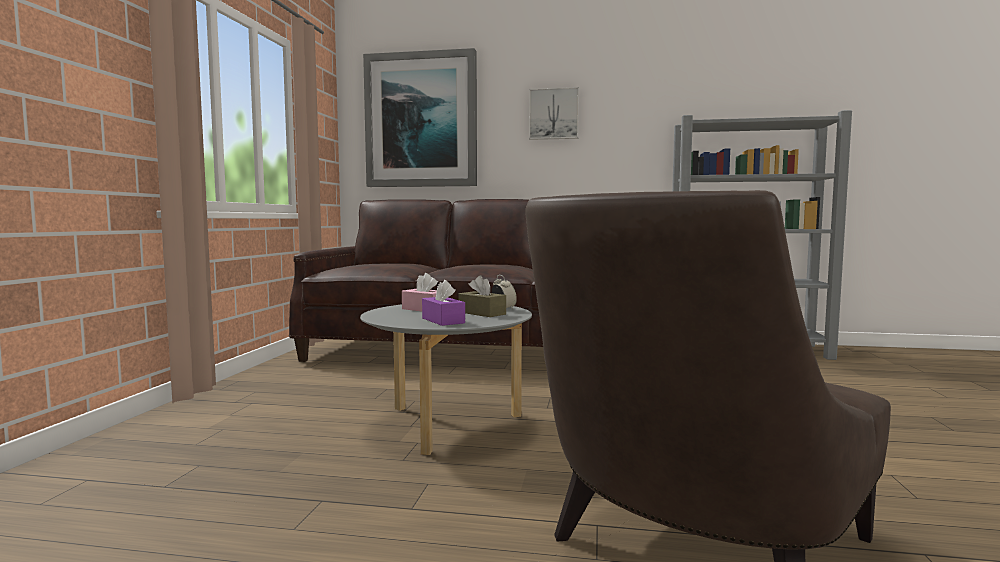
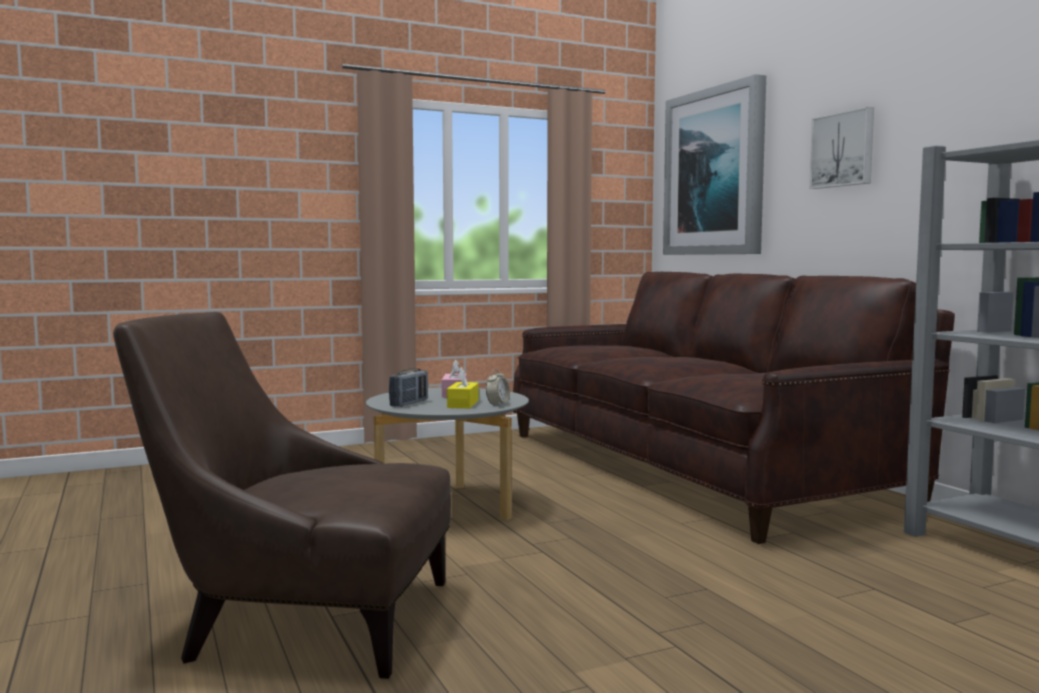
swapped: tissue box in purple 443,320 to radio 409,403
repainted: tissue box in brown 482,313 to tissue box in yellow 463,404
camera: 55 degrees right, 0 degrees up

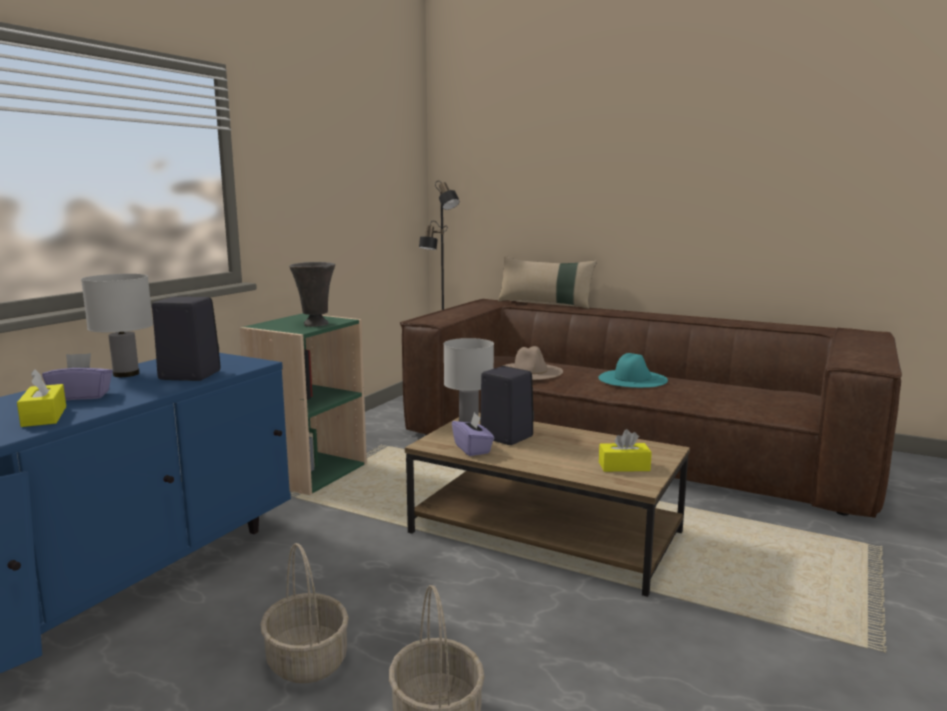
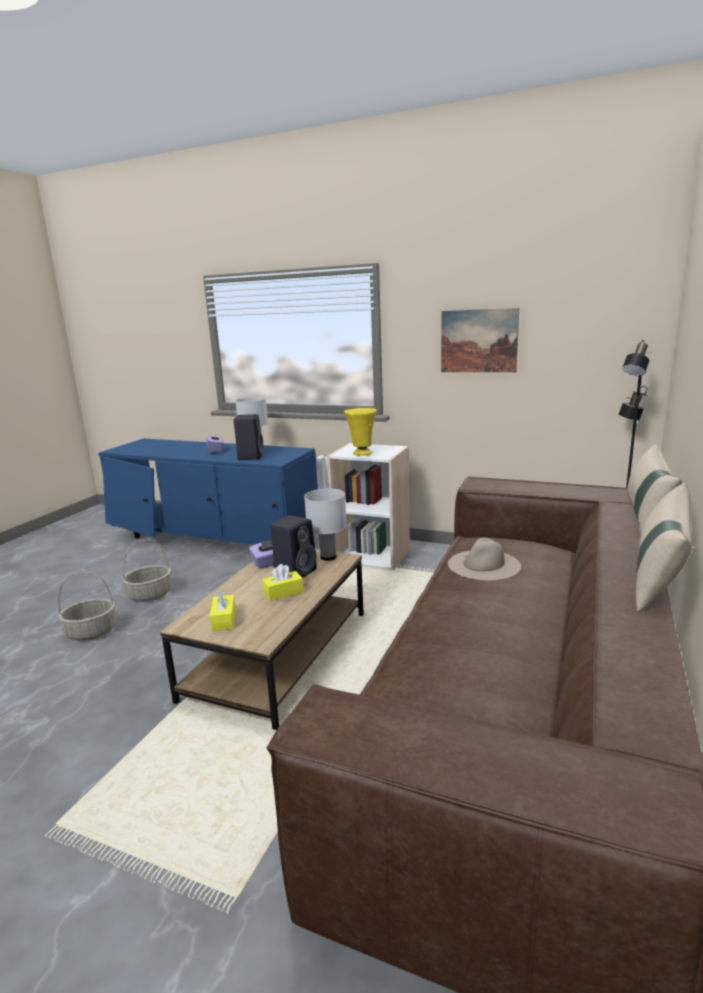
gone: hat in turquoise 632,378
new: picture 478,341; pillow in beige 658,578
shifted: tissue box in yellow 44,416 to 283,592
repainted: bookcase in green 310,471 to bookcase in white 373,555; vase in grey 315,325 to vase in yellow 361,453
camera: 85 degrees right, 5 degrees up

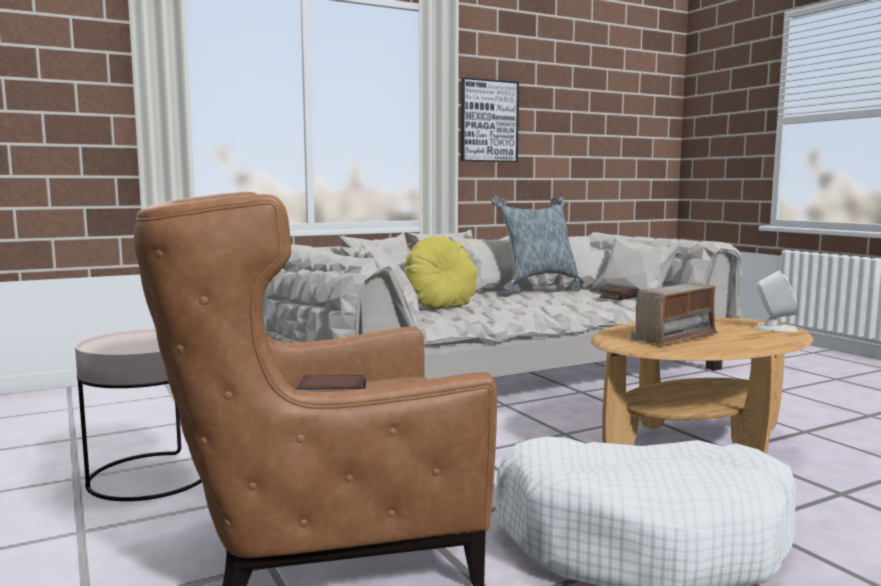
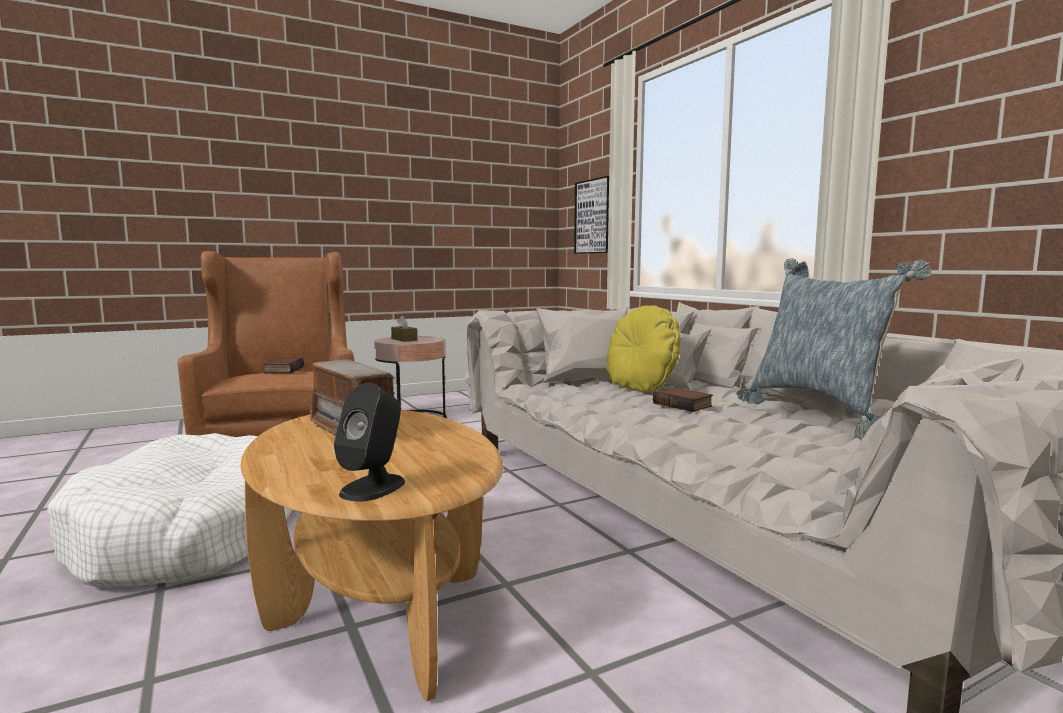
new: tissue box in brown 404,339
shifted: picture 488,121 to 594,216; book 618,297 to 684,405
repainted: speaker in white 775,328 to speaker in black 373,487
camera: 90 degrees right, 0 degrees up

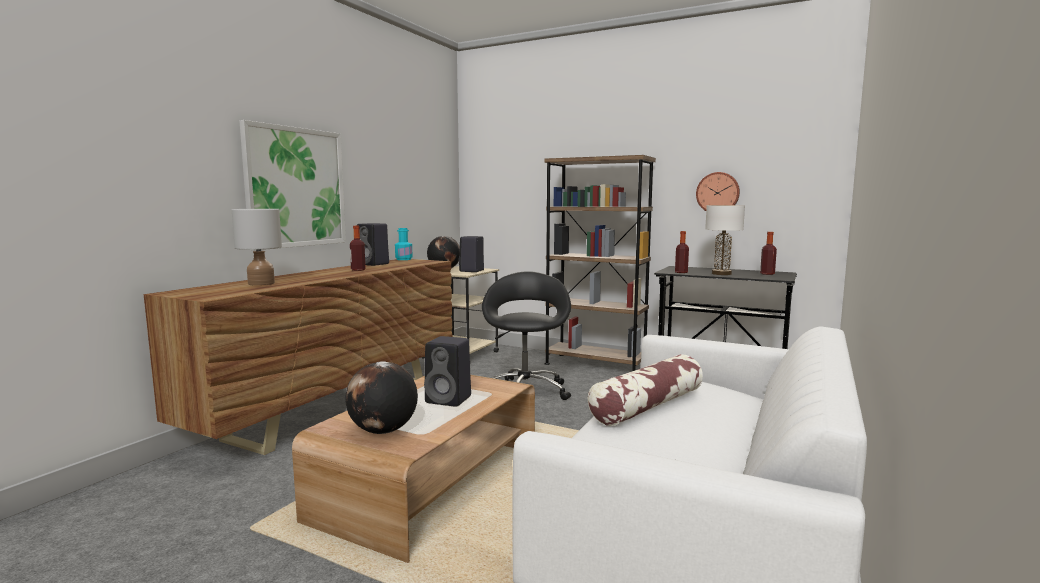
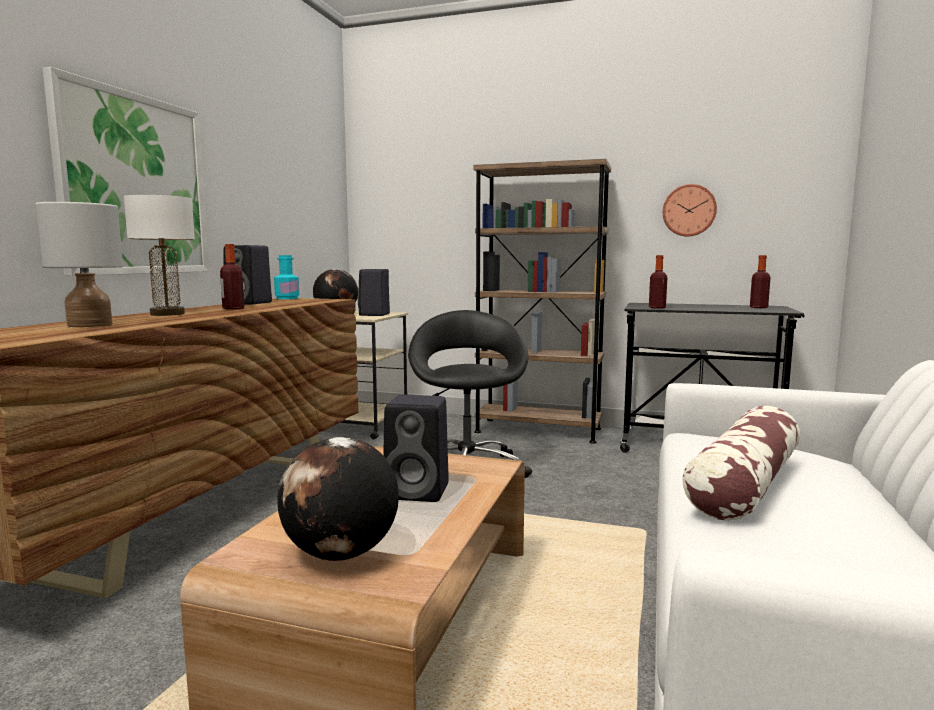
shifted: table lamp 721,274 to 167,314
camera: 10 degrees left, 0 degrees up

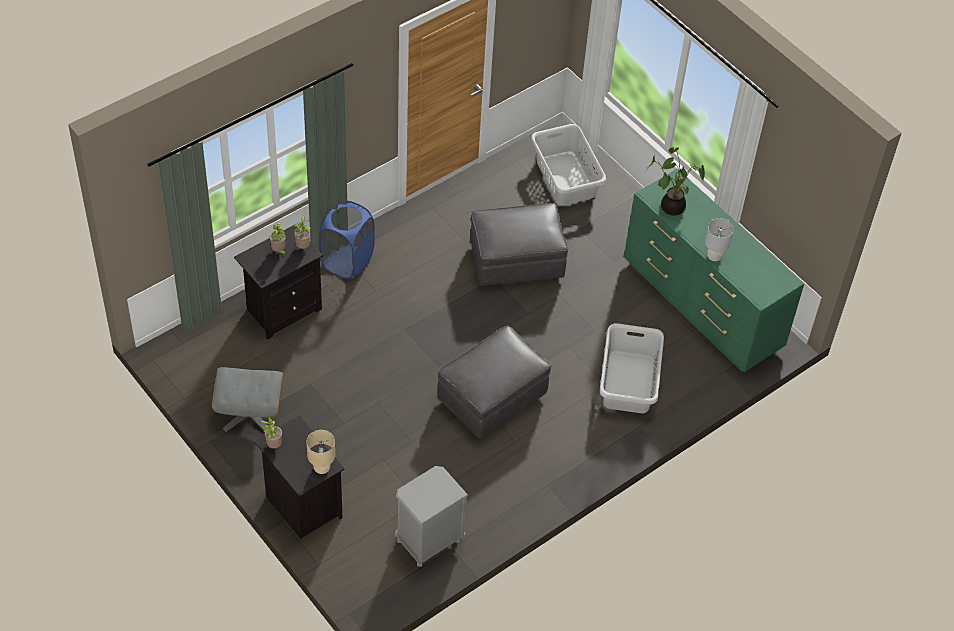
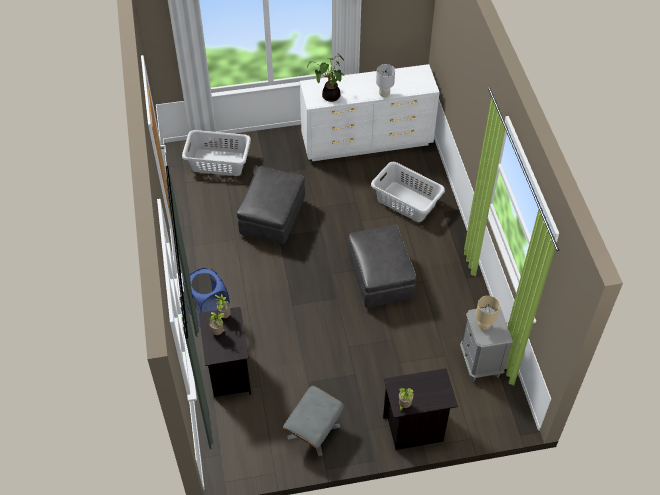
shifted: table lamp in beige 321,468 to 483,326
repainted: dresser in green 702,306 to dresser in white 367,141
camera: 60 degrees left, 0 degrees up

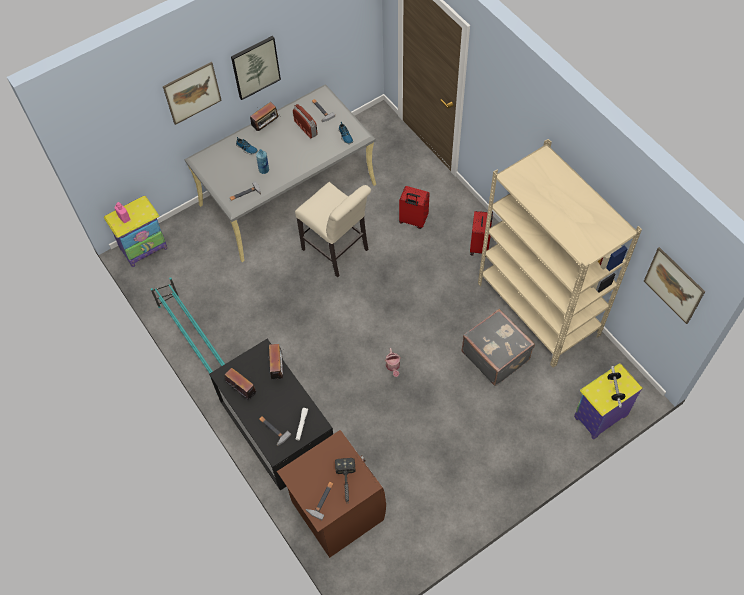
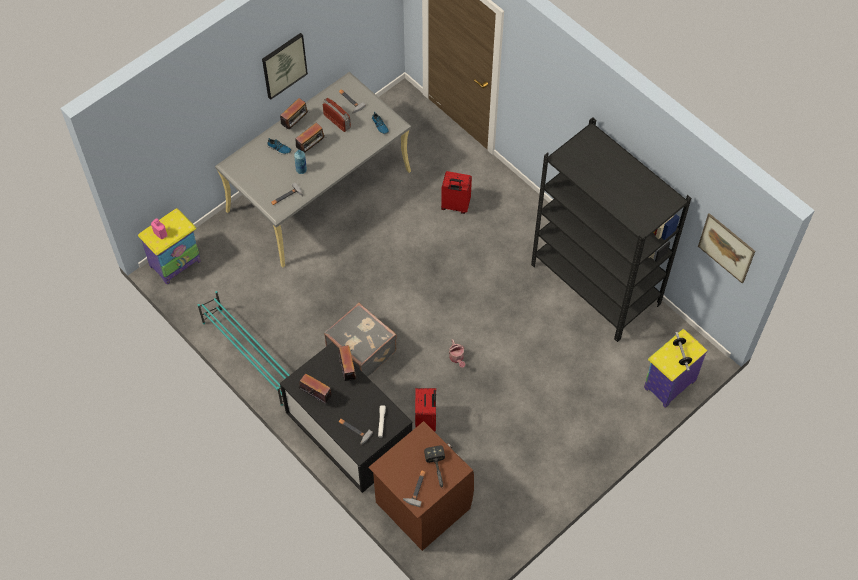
gone: picture 192,93; stool in beige 337,252
new: radio 311,147
shifted: suitcase in grey 496,355 to 362,350; suitcase in red 480,246 to 426,421
repainted: bookcase in beige 538,309 to bookcase in black 595,284
camera: 10 degrees left, 0 degrees up

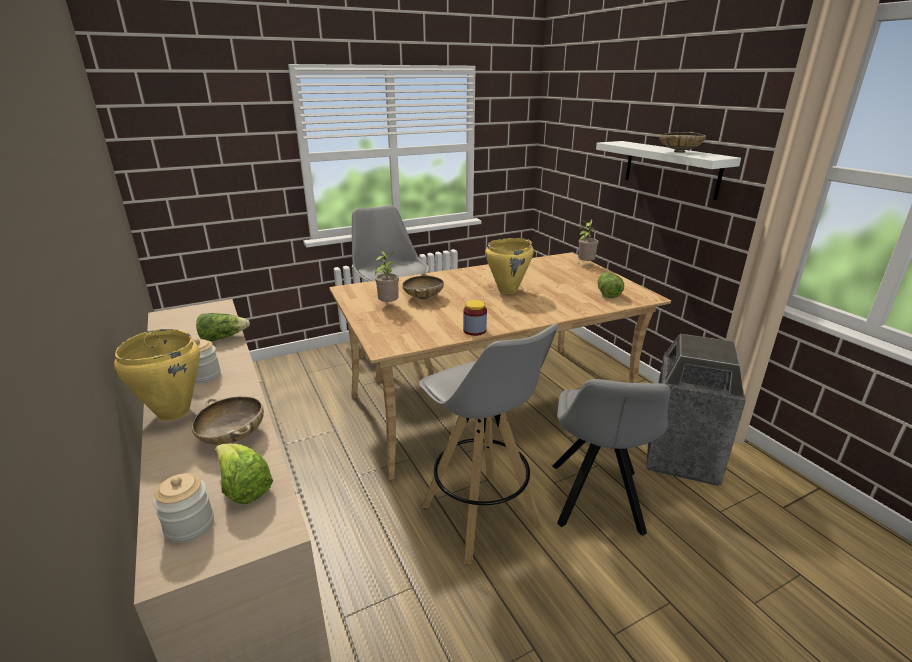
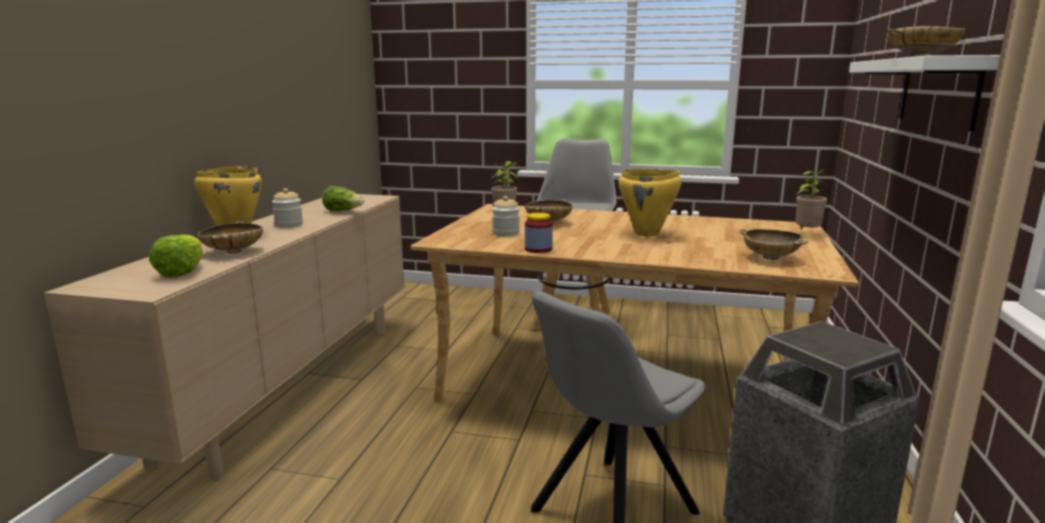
gone: stool in grey 481,517
shifted: jar 190,526 to 506,233
swapped: lettuce 607,293 to bowl in beige 770,258
camera: 40 degrees right, 10 degrees down

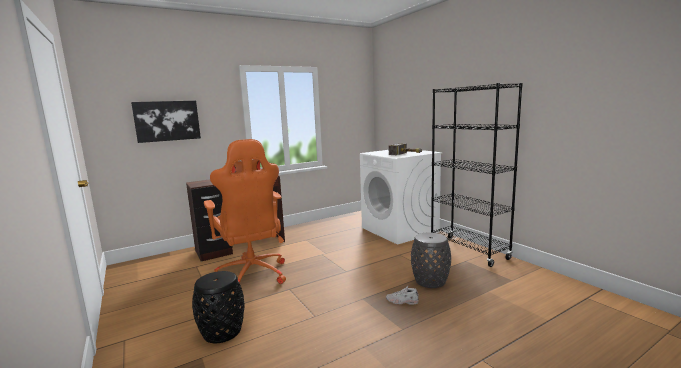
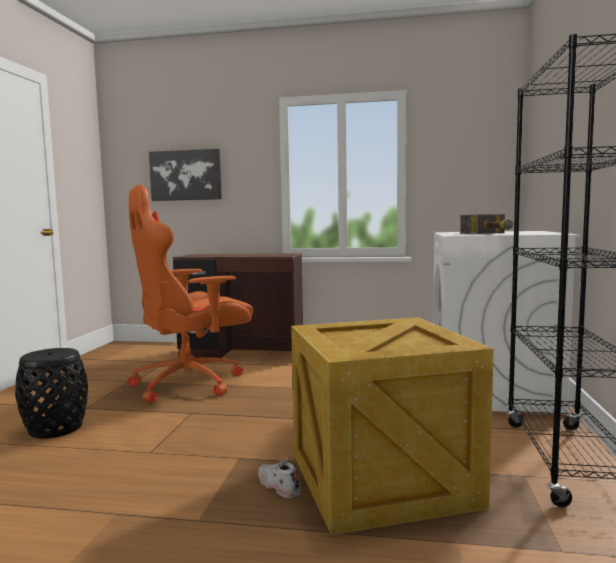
swapped: stool in grey 430,281 to crate 382,478
rotated: office chair in orange 251,272 = 195,383 45 degrees clockwise
camera: 40 degrees right, 5 degrees down

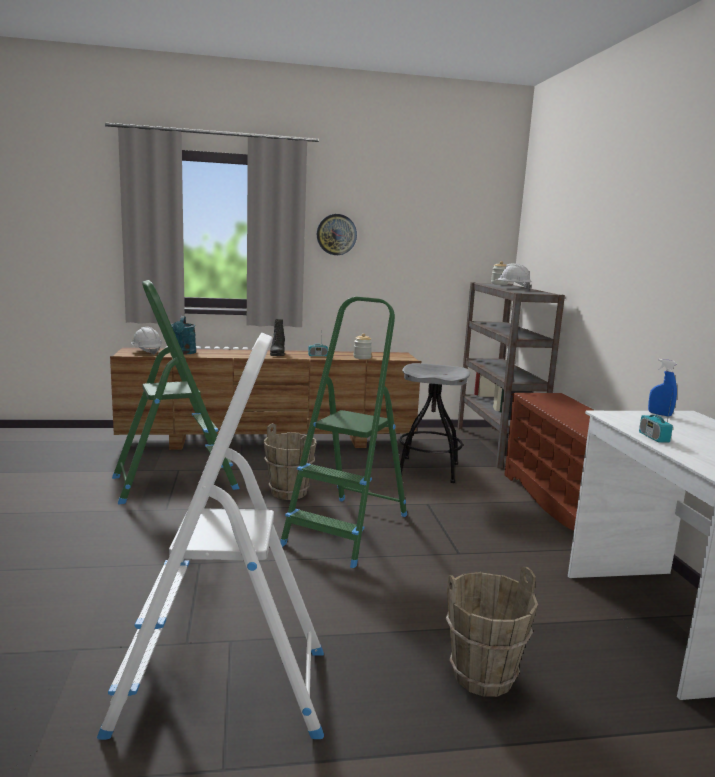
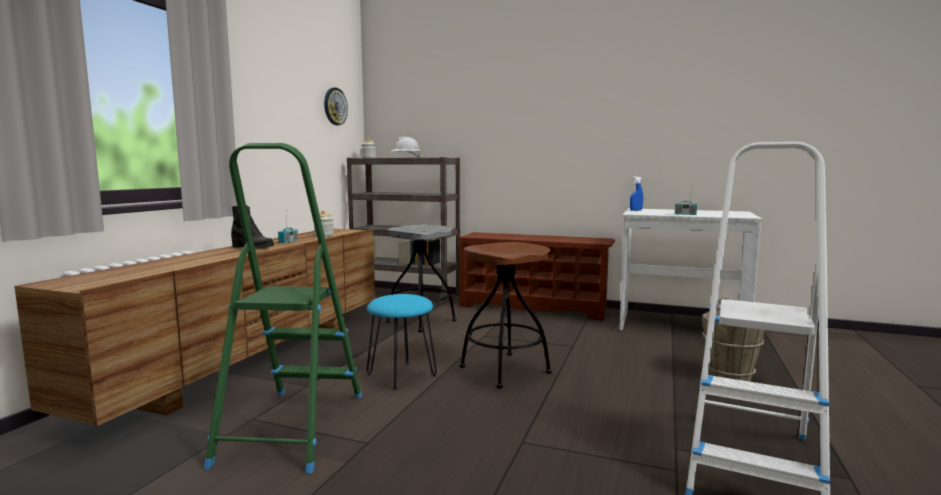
gone: hard hat in white 146,352; watering can in turquoise 183,353
shifted: wall clock 336,234 to 335,106
swapped: bucket in brown 289,492 to stool in turquoise 401,375; step ladder in green 346,530 to stool in brown 505,369
camera: 60 degrees left, 5 degrees down

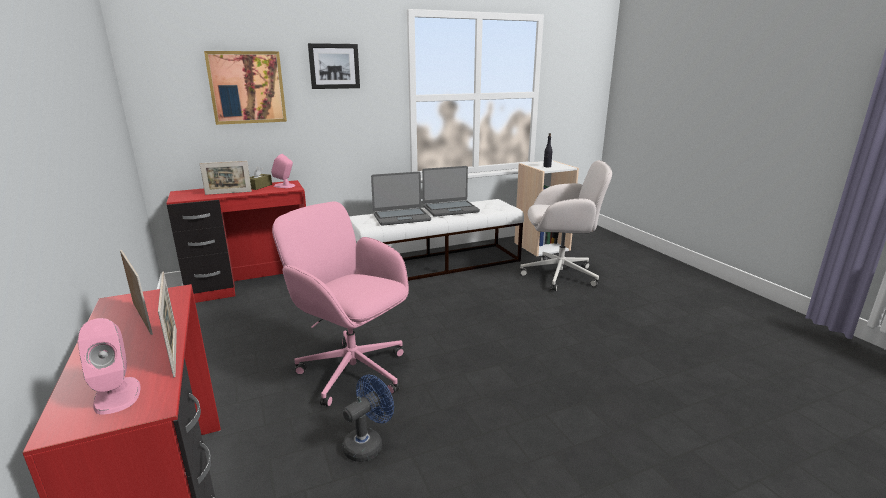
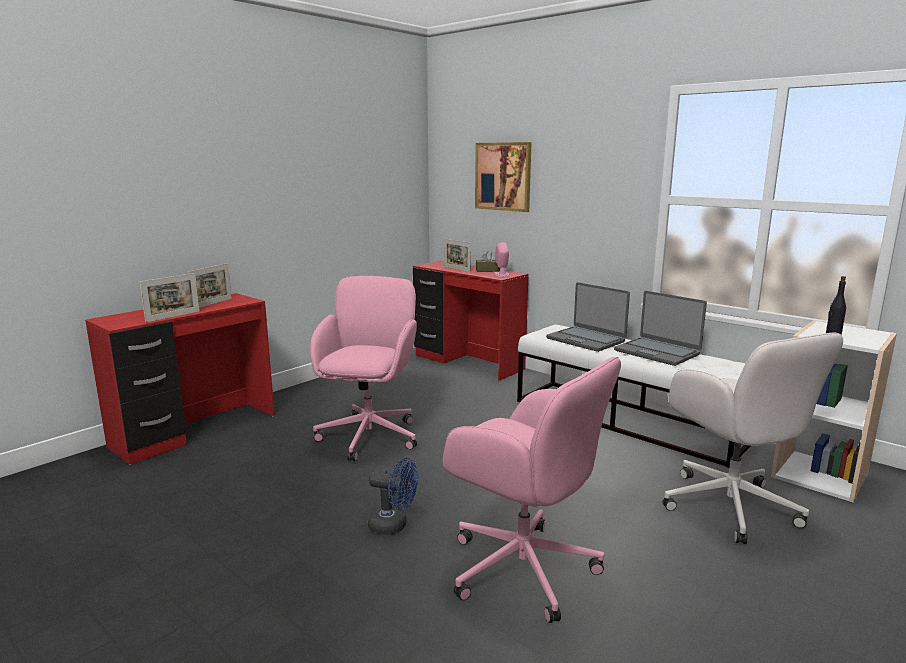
gone: speaker in pink 117,395; picture 334,66
new: office chair in pink 522,569
shifted: fan in blue 368,444 to 394,525
camera: 65 degrees right, 5 degrees down

